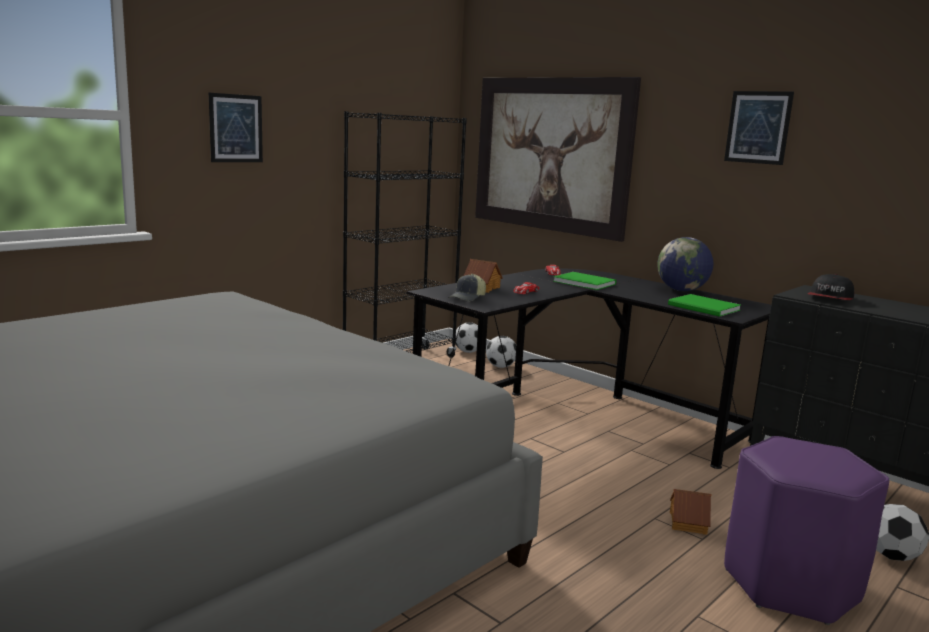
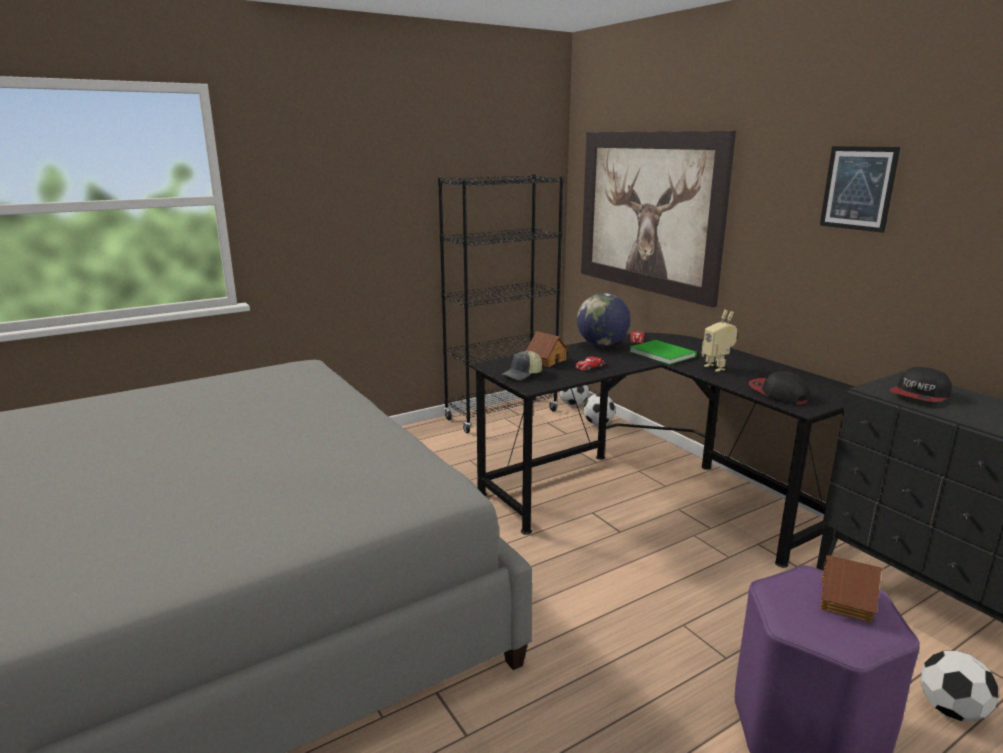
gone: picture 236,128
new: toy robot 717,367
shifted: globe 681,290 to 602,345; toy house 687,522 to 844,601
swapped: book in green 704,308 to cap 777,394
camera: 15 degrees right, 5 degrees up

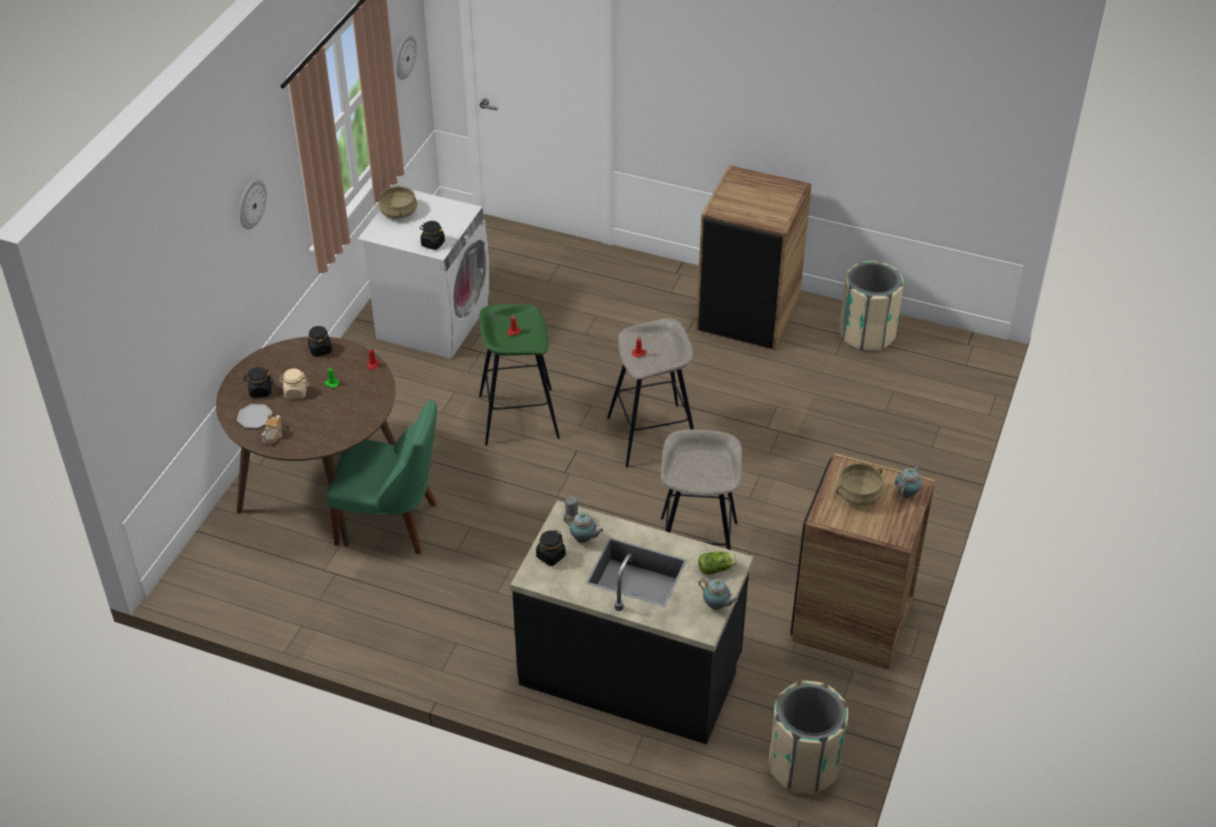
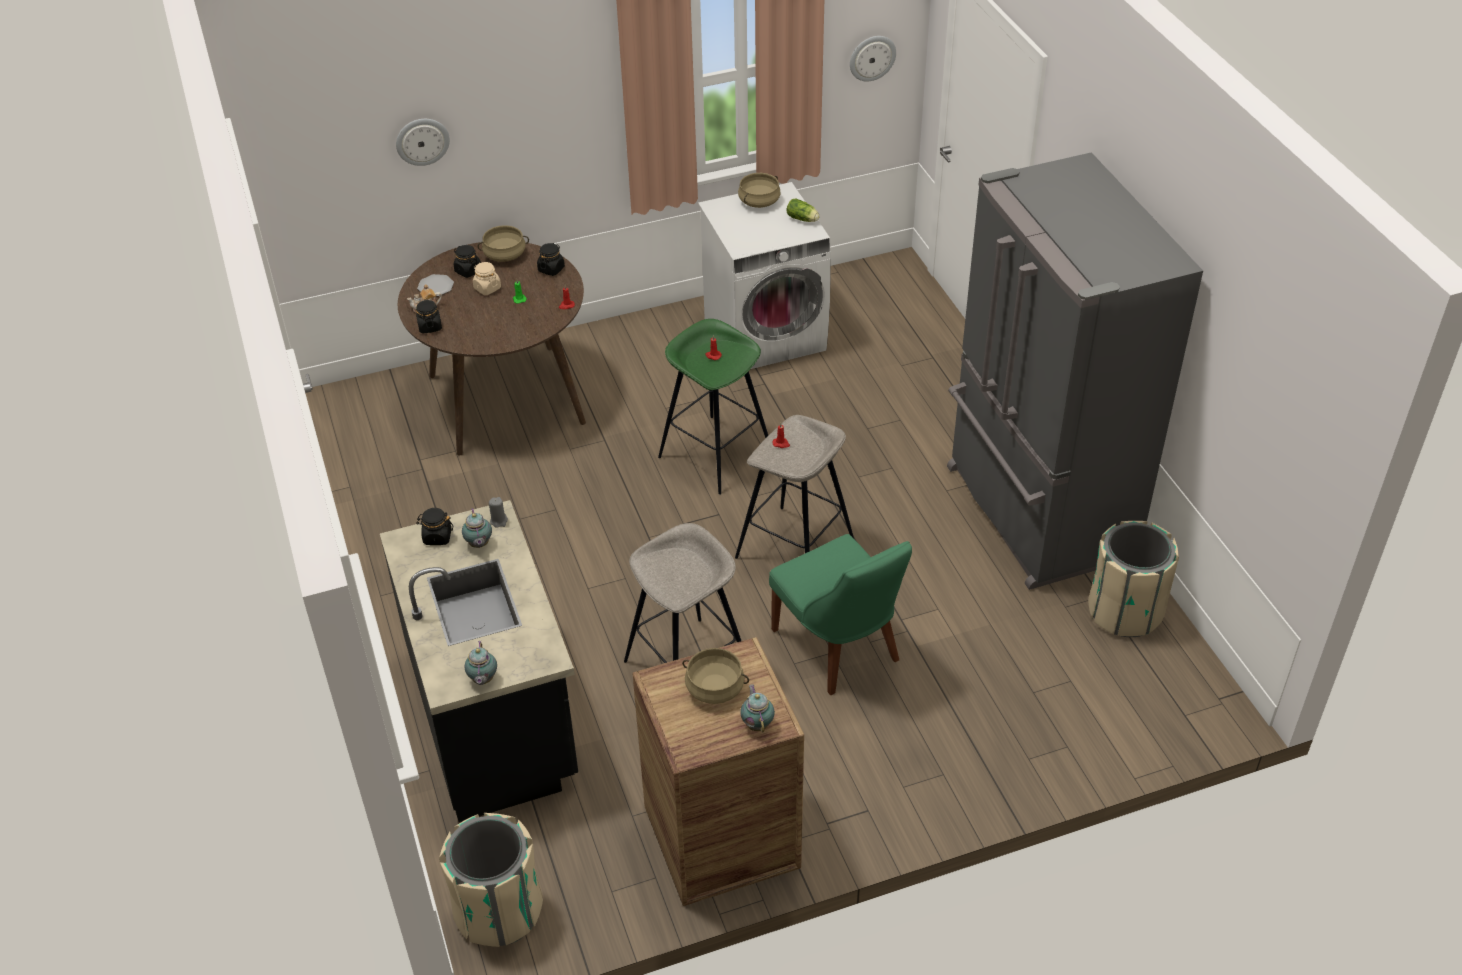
new: cooking pot in beige 504,255
shifted: wall clock 251,203 to 422,141; chair in green 391,524 to 839,648; jar in black 432,243 to 430,326; lettuce 717,568 to 803,219
swapped: cabinet in brown 748,315 to fridge in grey 1035,513
rotated: teapot 907,493 = 757,723 90 degrees counterclockwise
camera: 50 degrees right, 0 degrees up

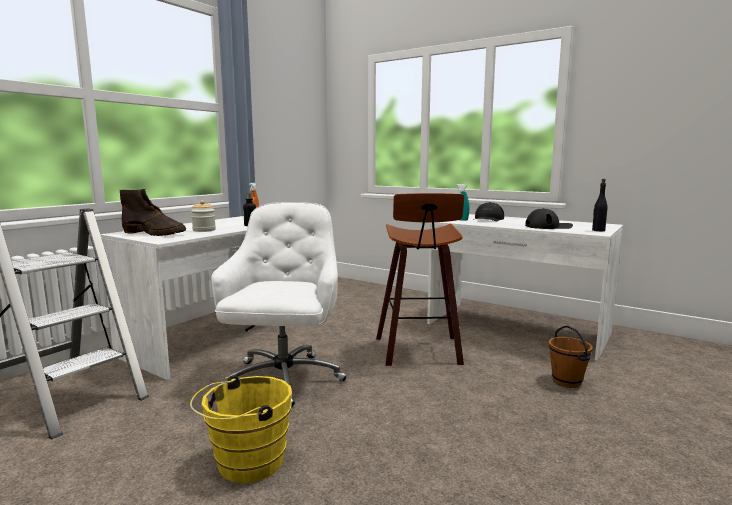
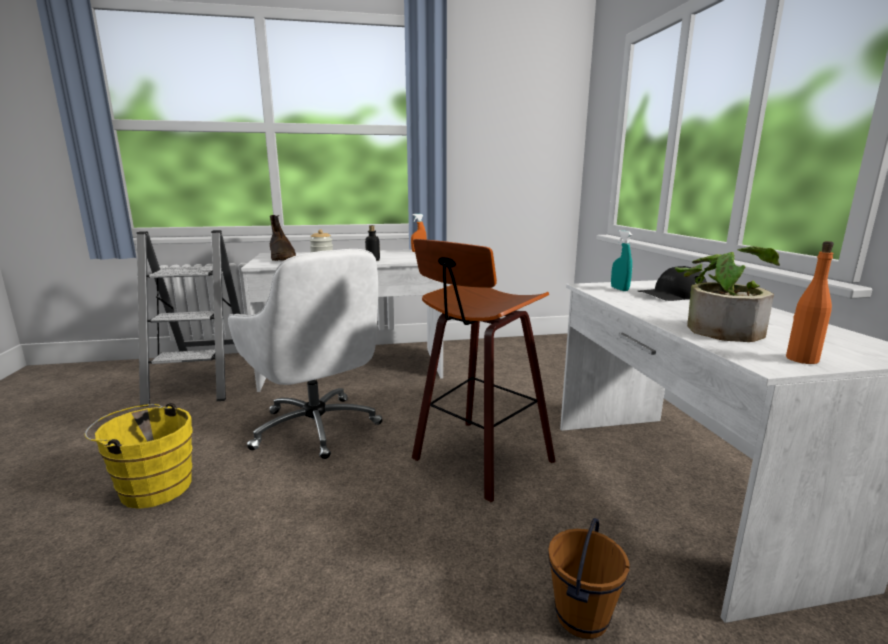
swapped: cap in black 548,226 to potted plant 719,328
repainted: bottle in black 598,230 to bottle in orange 801,359
rotated: office chair in white 285,378 = 315,428 90 degrees clockwise
camera: 45 degrees right, 5 degrees up

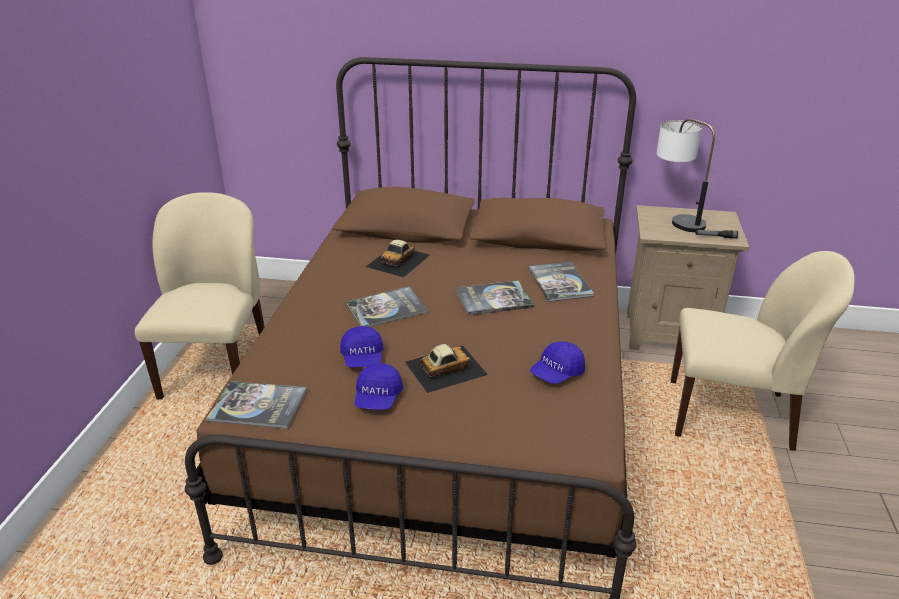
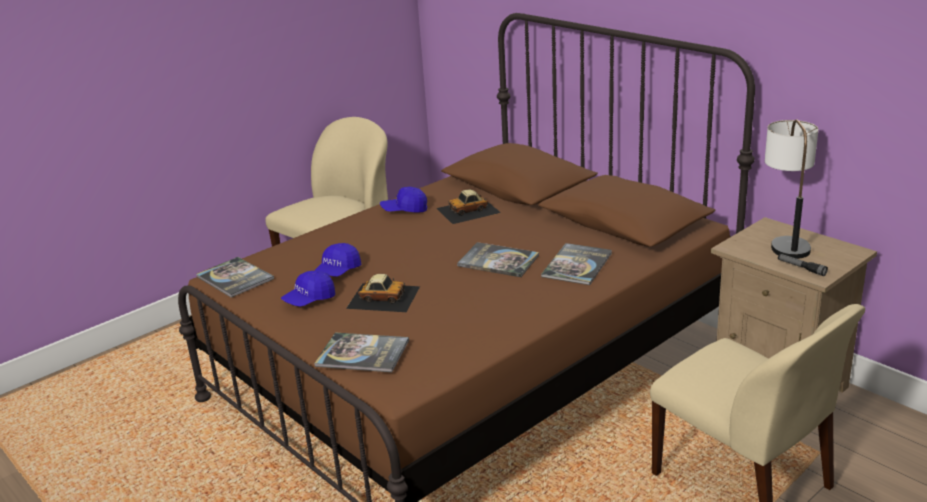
shifted: book 386,308 to 362,354; cap in blue 557,373 to 404,210
camera: 40 degrees right, 5 degrees down

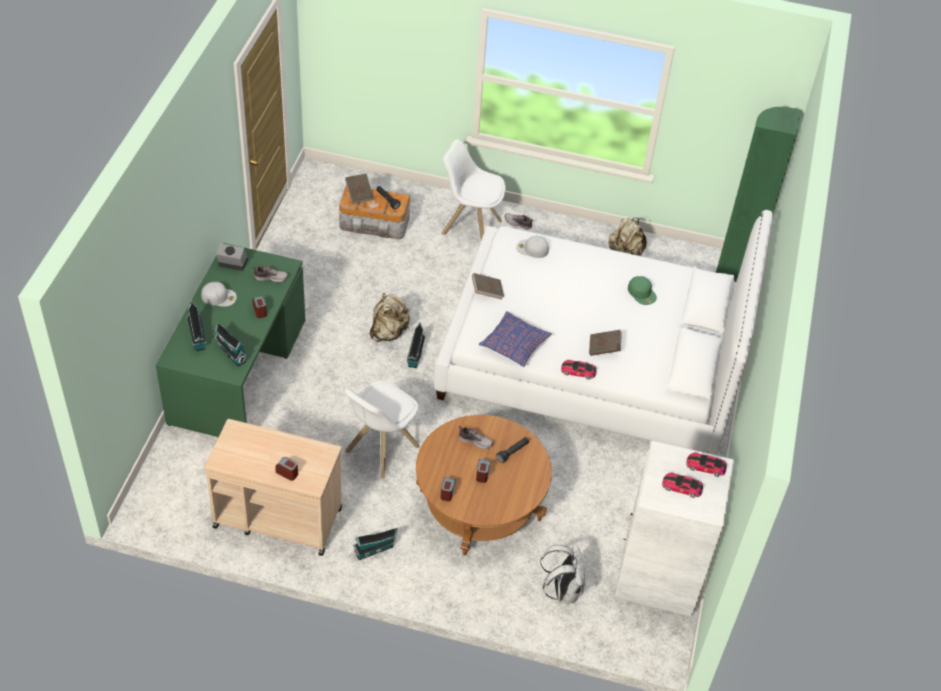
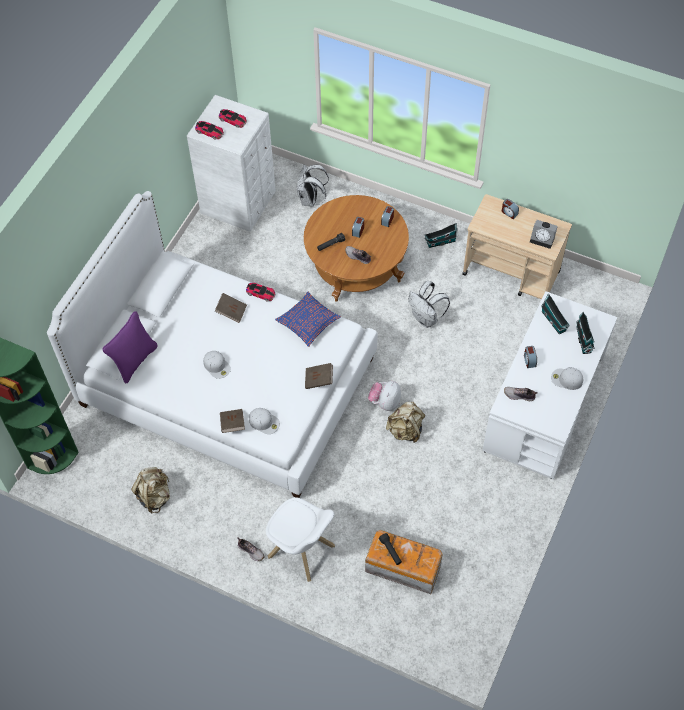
gone: cap in green 642,293
new: pillow in purple 135,361; cap in white 217,366
shifted: alarm clock 231,264 to 543,239; book in brown 359,194 to 232,424
swapped: chair in white 381,449 to backpack in white 426,318; toy house 415,356 to plush toy 385,402
repainted: desk in green 237,371 to desk in white 544,404
camera: 165 degrees left, 10 degrees up

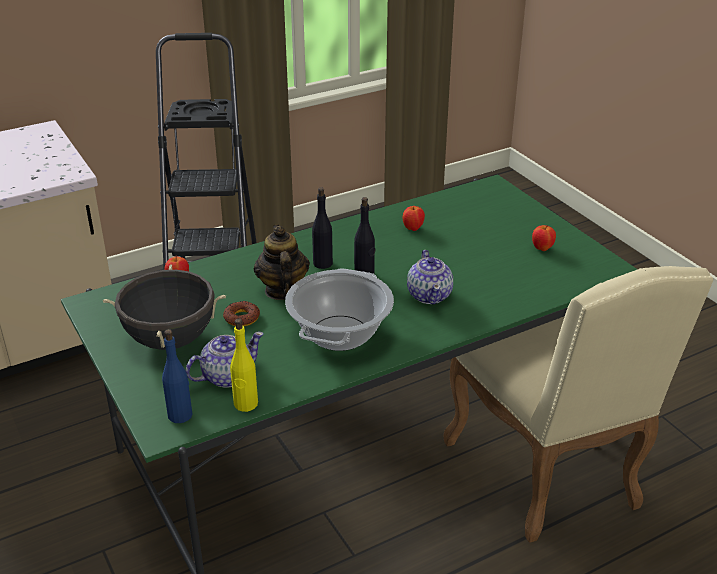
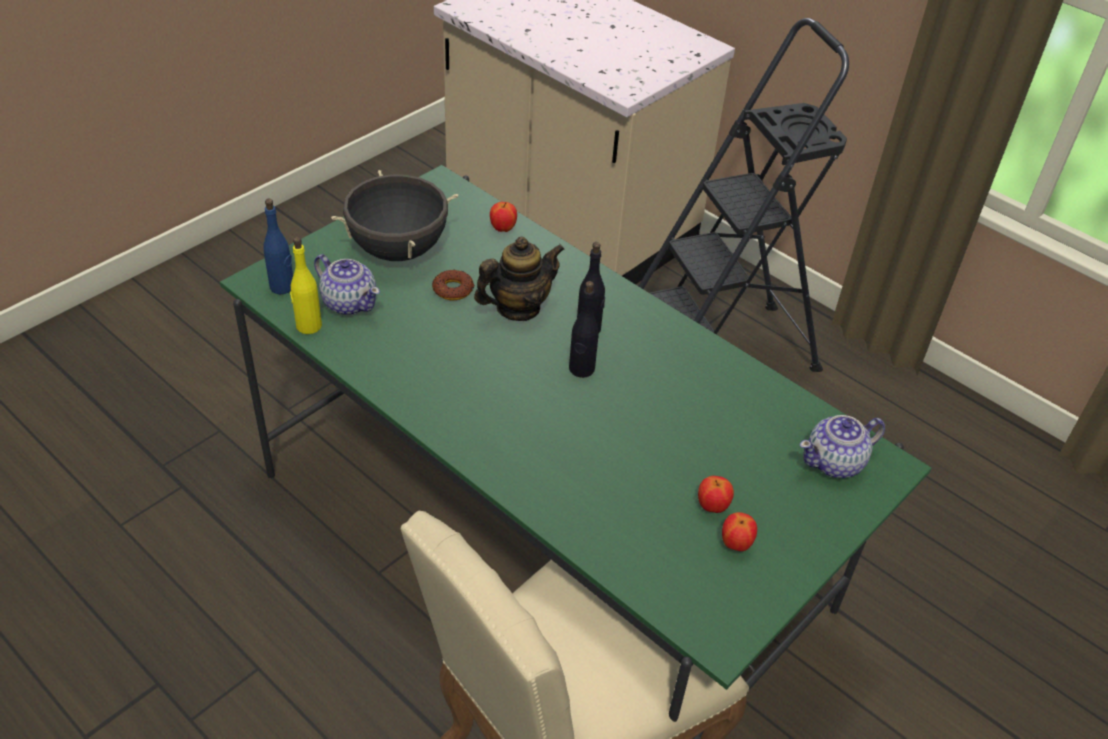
gone: cooking pot 340,334
shifted: apple 413,228 to 712,507; teapot 429,295 to 835,462
camera: 70 degrees right, 10 degrees up

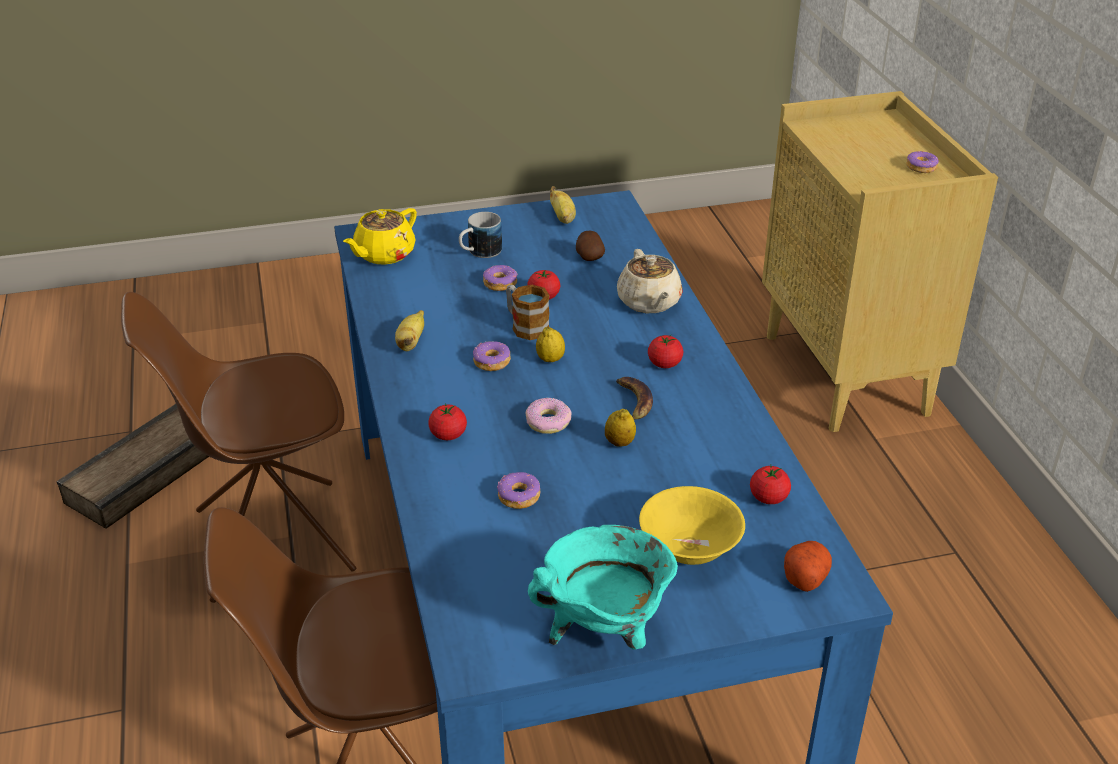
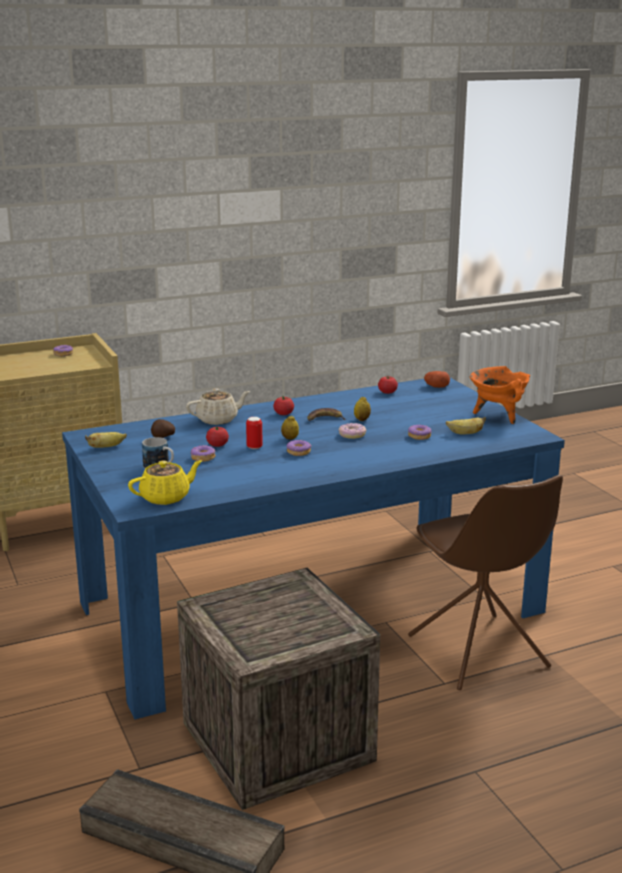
gone: tomato 448,435; bowl in yellow 690,549
shifted: banana 411,342 to 465,433
swapped: chair in brown 270,540 to crate 277,741; mug 525,326 to can 254,447
repainted: cooking pot in turquoise 605,632 to cooking pot in orange 498,415
rotated: teapot in yellow 383,254 = 166,497 60 degrees counterclockwise
camera: 100 degrees left, 15 degrees down

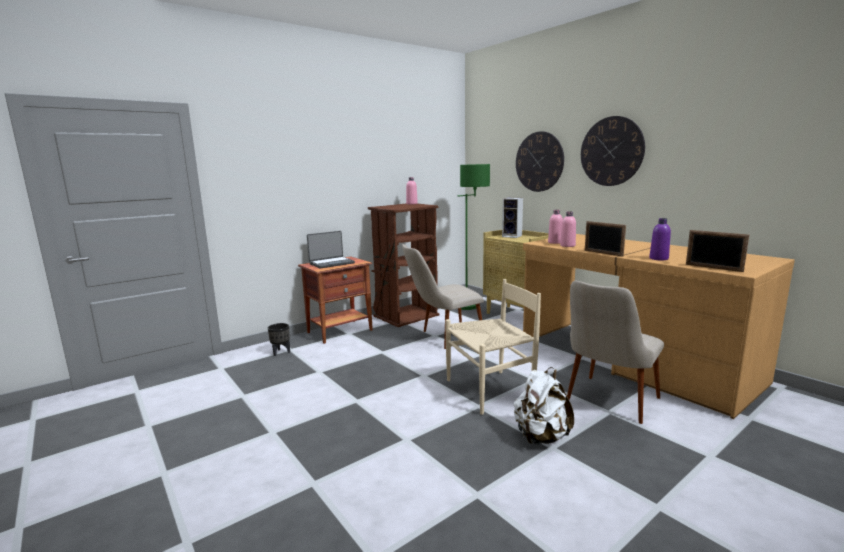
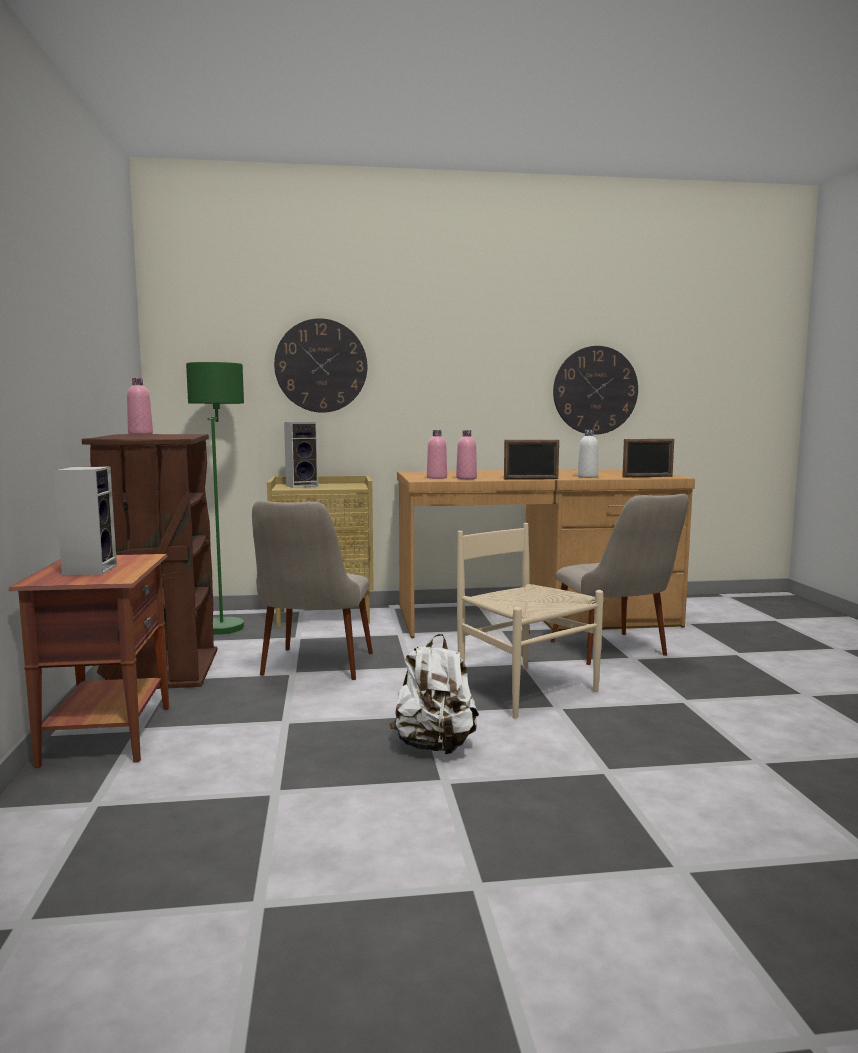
gone: planter in black 281,352
shifted: backpack in white 541,437 to 435,746; wall clock 611,151 to 595,390
swapped: laptop 331,263 to speaker 89,569
repainted: bottle in purple 658,258 to bottle in white 587,477
rotated: chair in beige 491,390 = 523,690 45 degrees counterclockwise
camera: 60 degrees left, 5 degrees down

